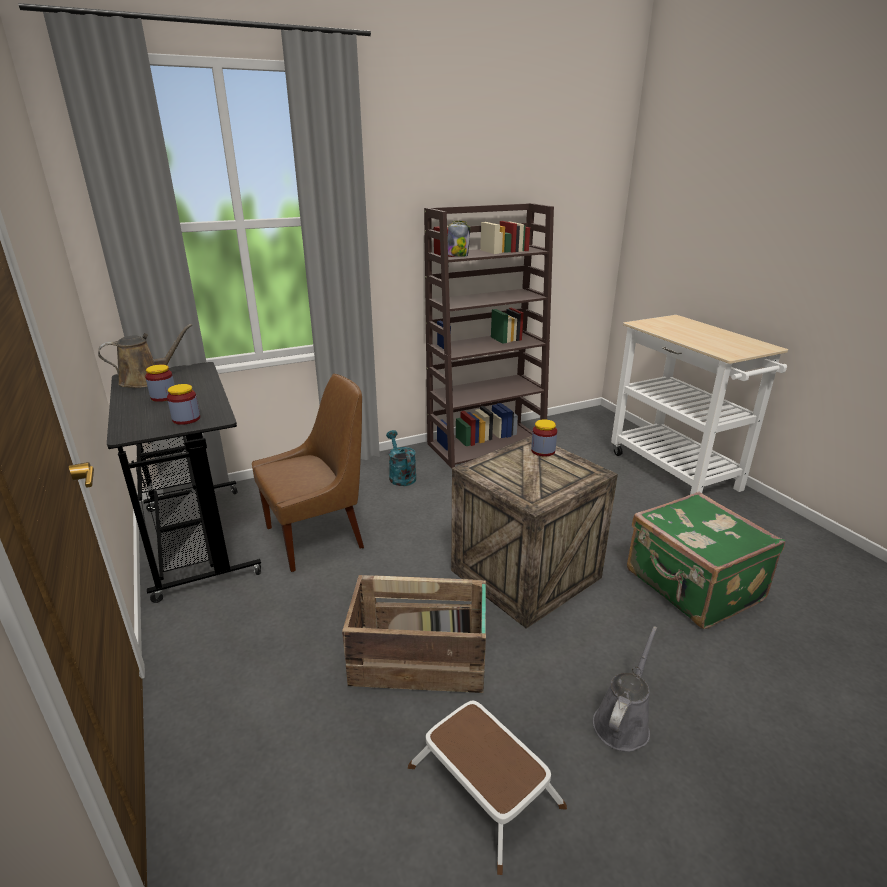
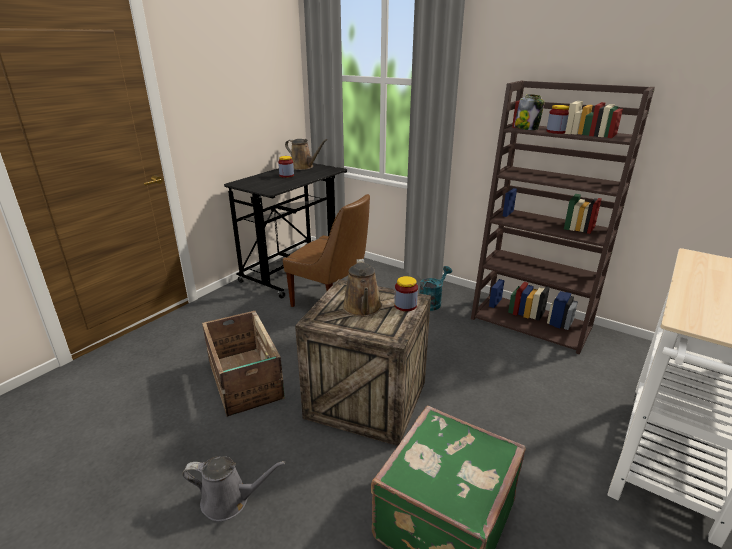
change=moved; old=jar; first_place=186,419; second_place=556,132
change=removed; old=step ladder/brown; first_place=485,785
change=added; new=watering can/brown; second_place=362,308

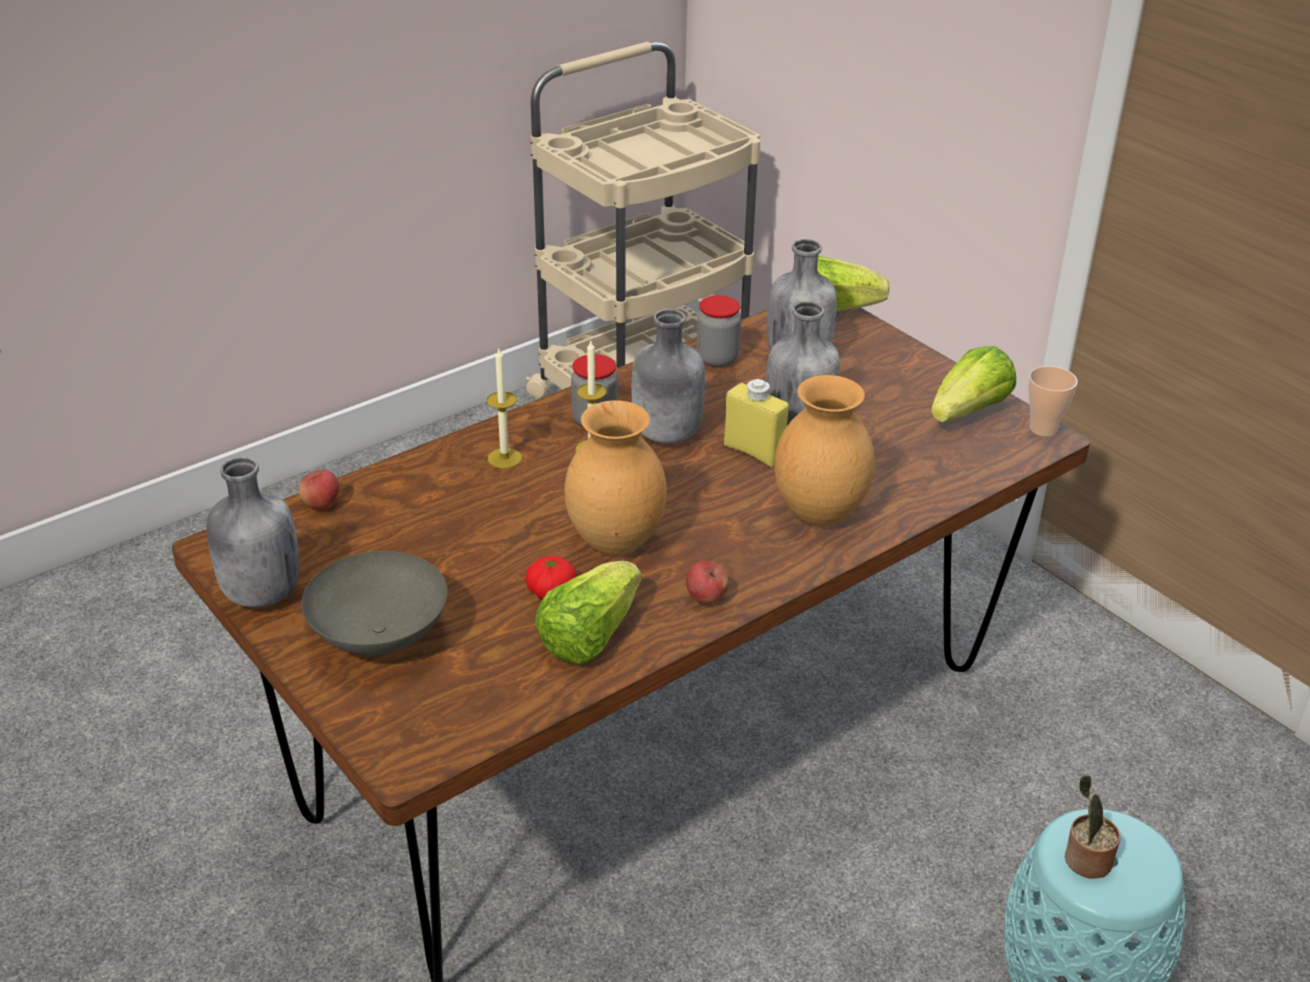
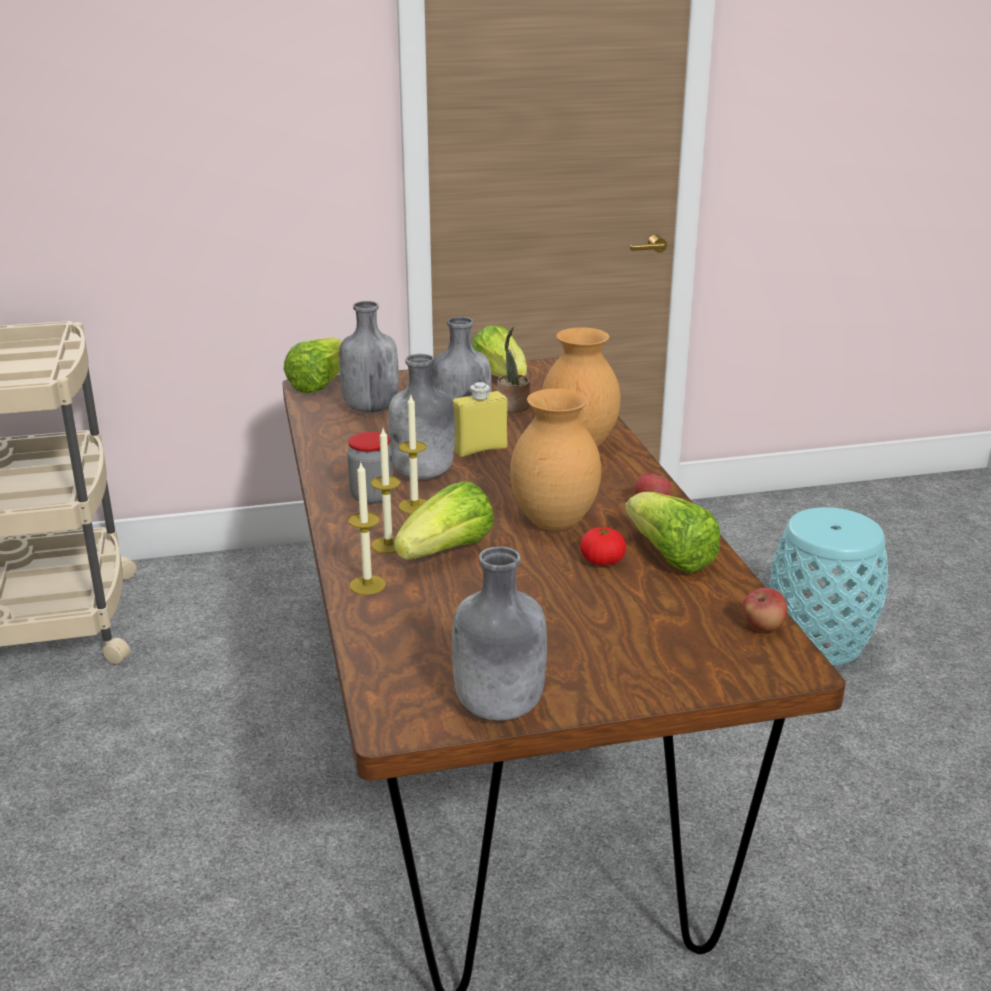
change=removed; old=jar; first_place=717,358
change=removed; old=cup; first_place=1043,429
change=moved; old=apple; first_place=321,504; second_place=763,627
change=removed; old=bowl/grey; first_place=378,637
change=moved; old=potted plant; first_place=1084,860; second_place=513,407
change=added; new=candle; second_place=367,585
change=added; new=lettuce; second_place=447,551

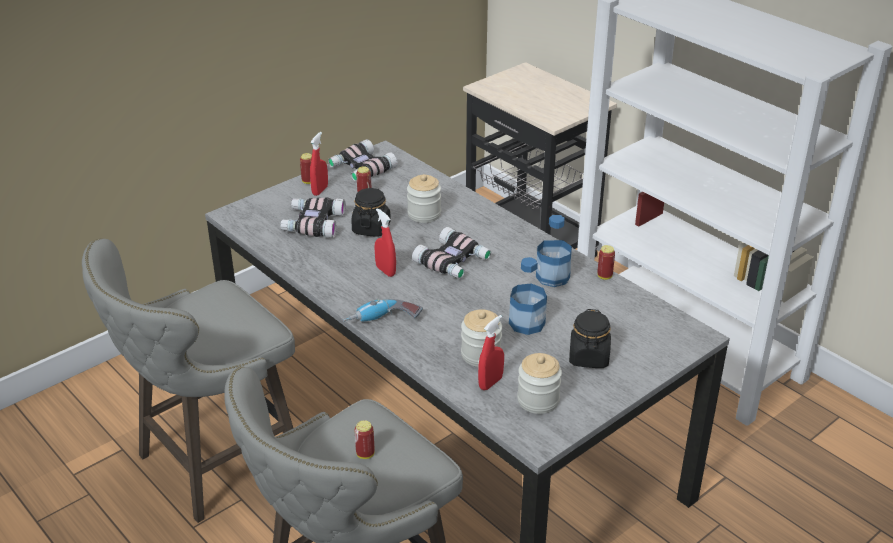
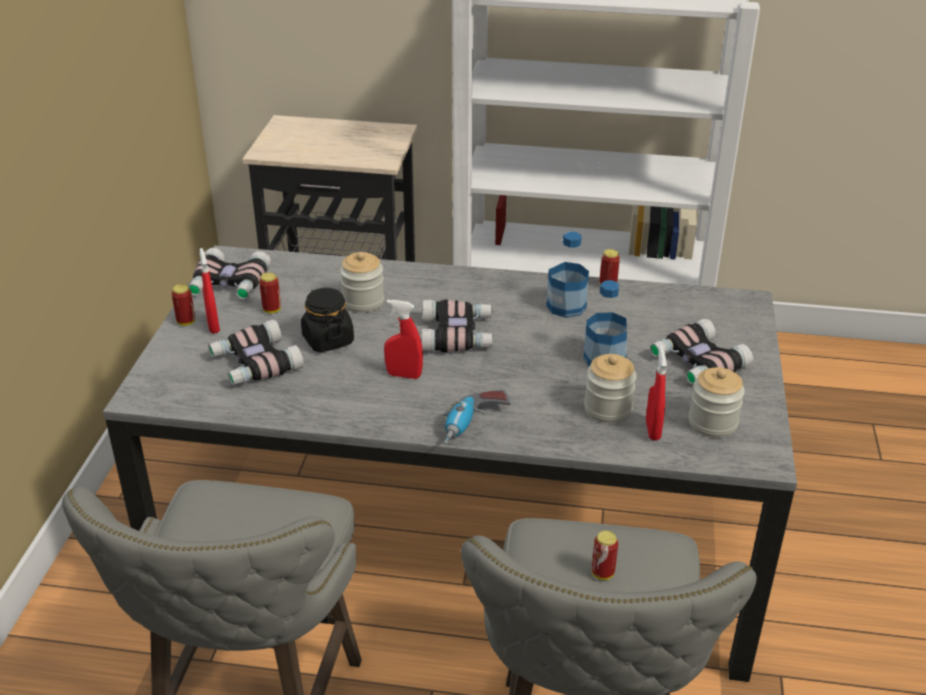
change=replaced; old=jar/black; new=binoculars; first_place=589,357; second_place=696,363

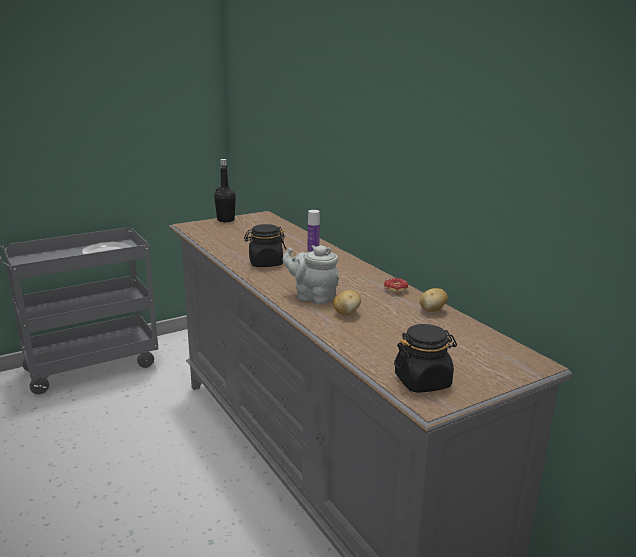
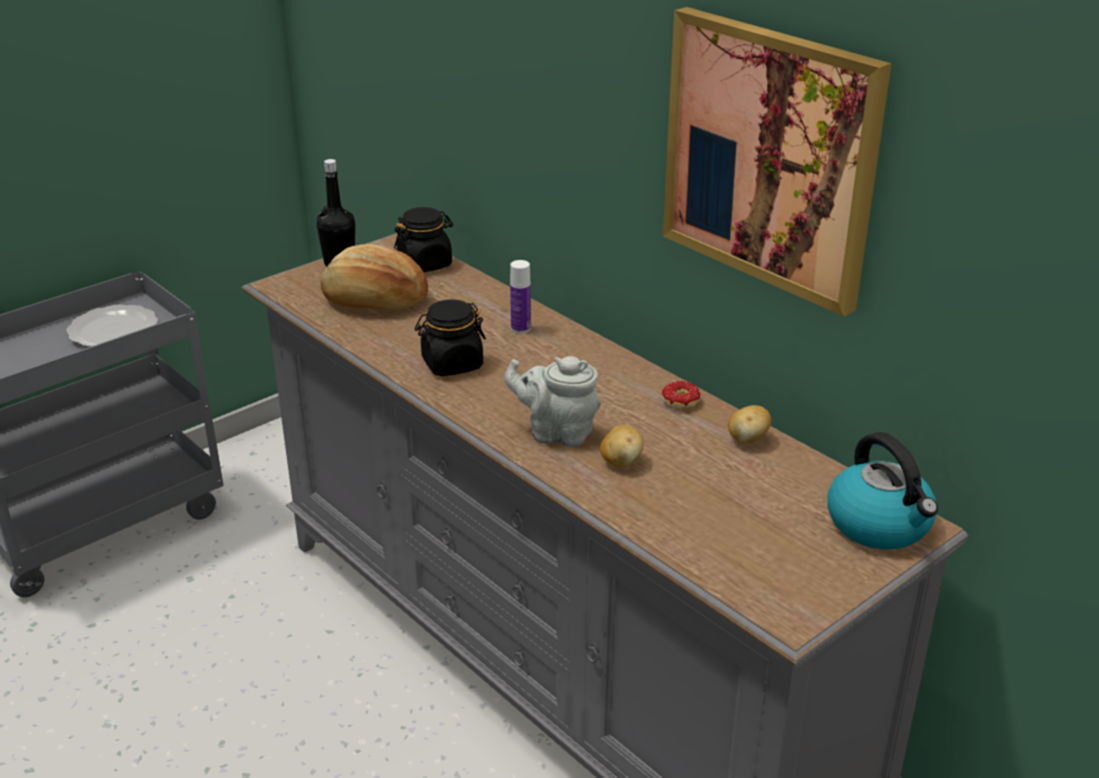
change=moved; old=jar/black; first_place=423,381; second_place=425,264
change=added; new=picture; second_place=770,157
change=added; new=bread; second_place=374,301
change=added; new=kettle; second_place=880,525

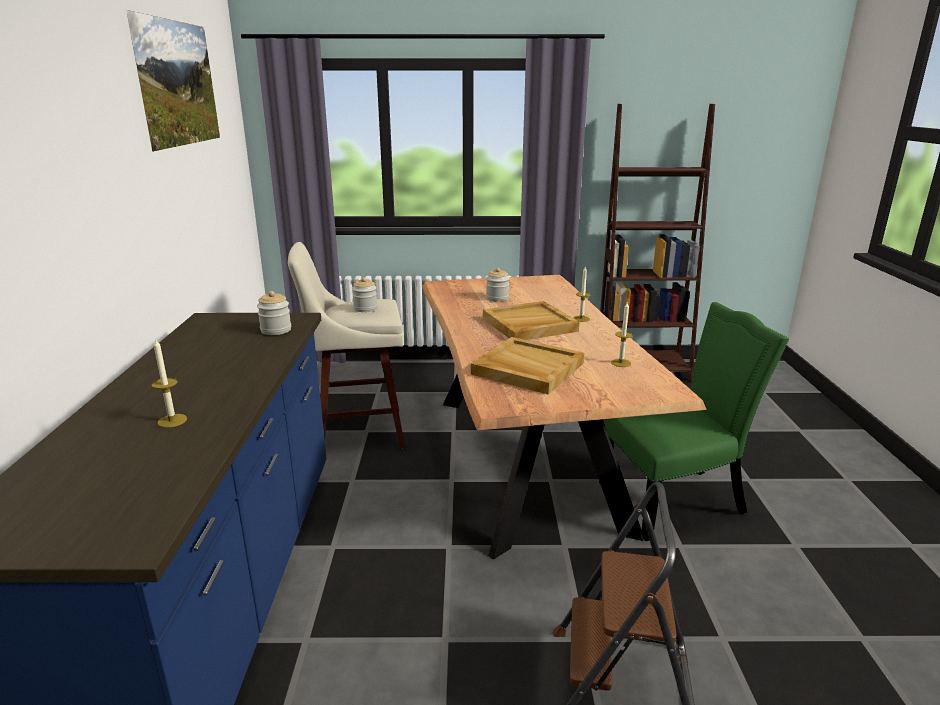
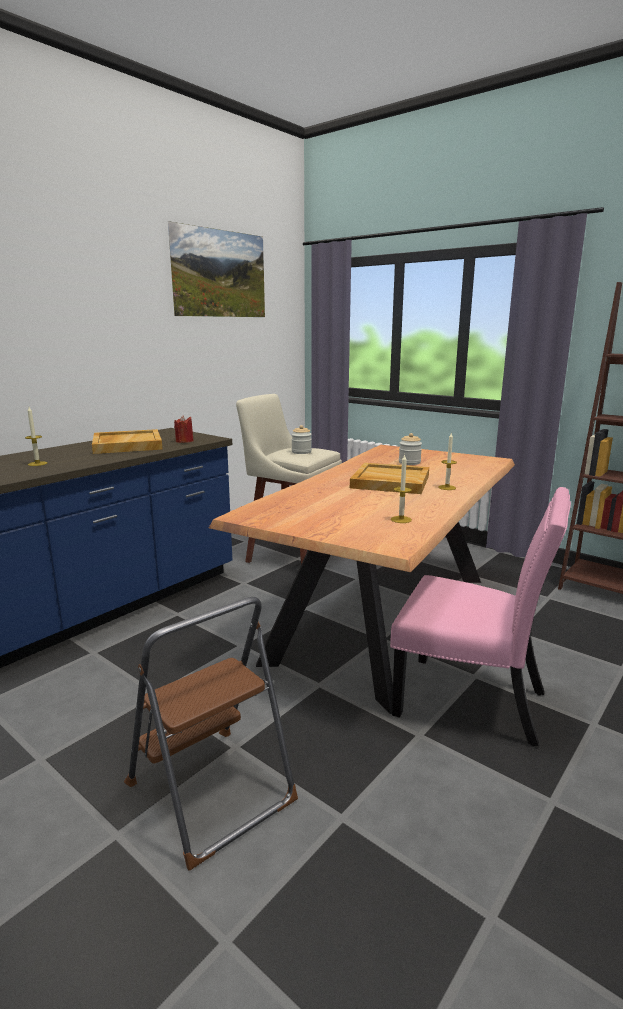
change=replaced; old=jar; new=candle/red; first_place=276,330; second_place=184,441
change=recoloured; old=chair/green; new=chair/pink; first_place=670,501; second_place=467,700
change=moved; old=tray/beige; first_place=527,368; second_place=127,445

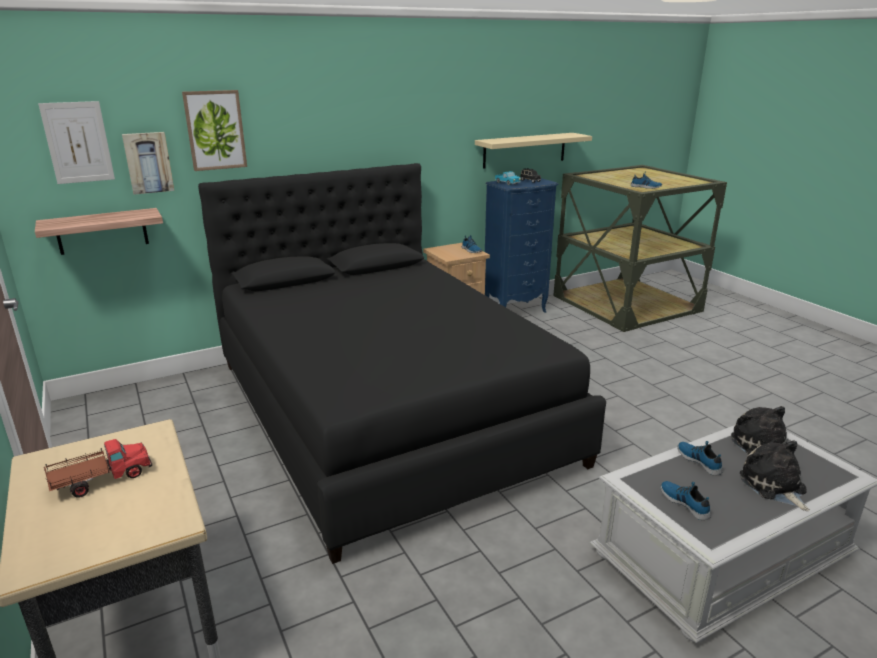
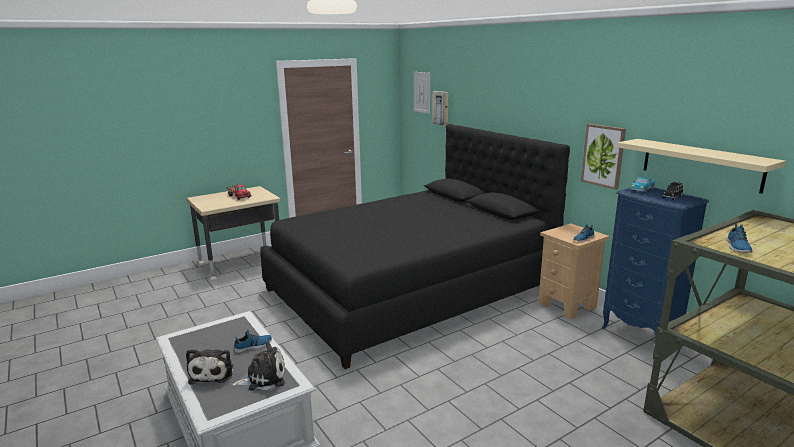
change=moved; old=picture; first_place=215,130; second_place=603,155
change=removed; old=shelf; first_place=102,231
change=turned; old=plush toy; first_place=774,486; second_place=213,373; degrees=105
change=removed; old=shoe; first_place=685,503

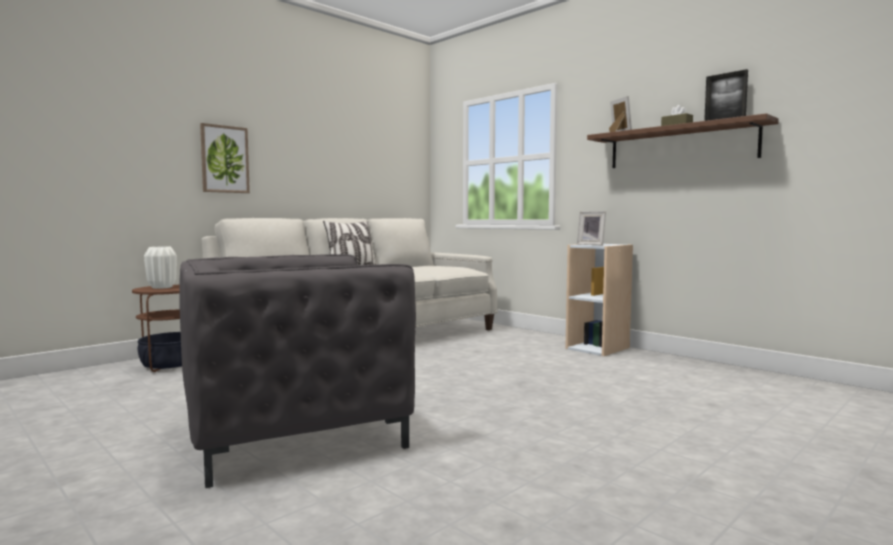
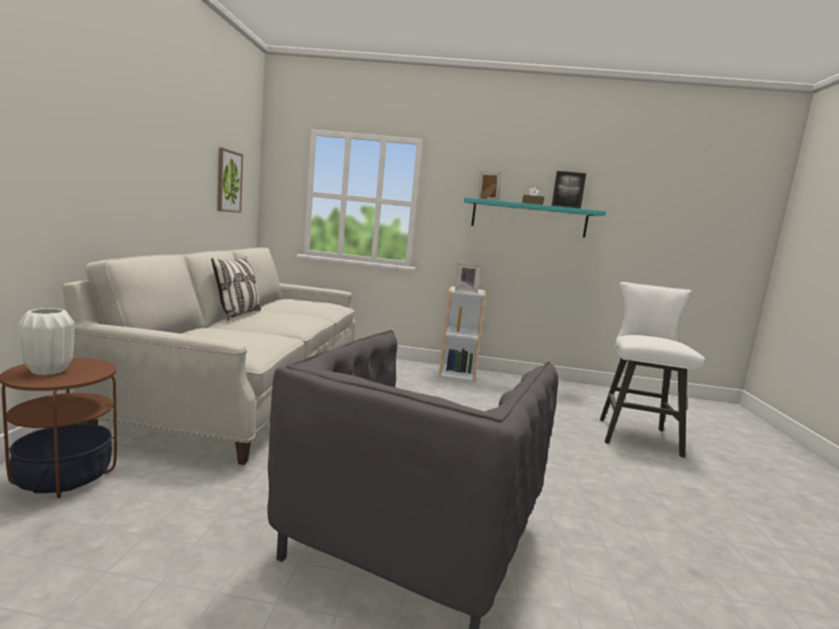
change=recoloured; old=shelf/brown; new=shelf/turquoise; first_place=680,146; second_place=529,218
change=moved; old=picture; first_place=224,159; second_place=228,181
change=added; new=stool/white; second_place=635,434

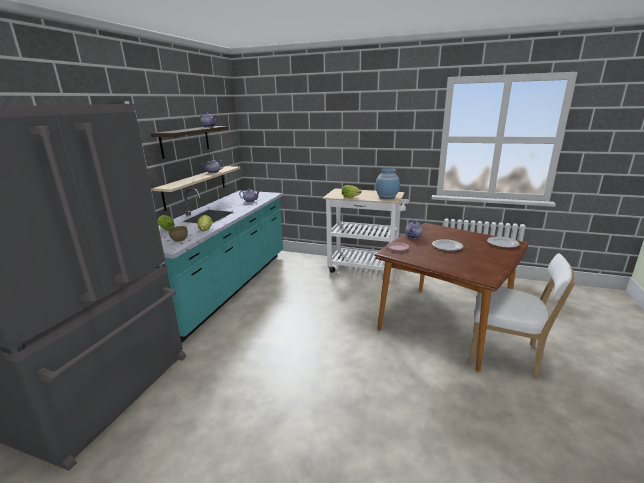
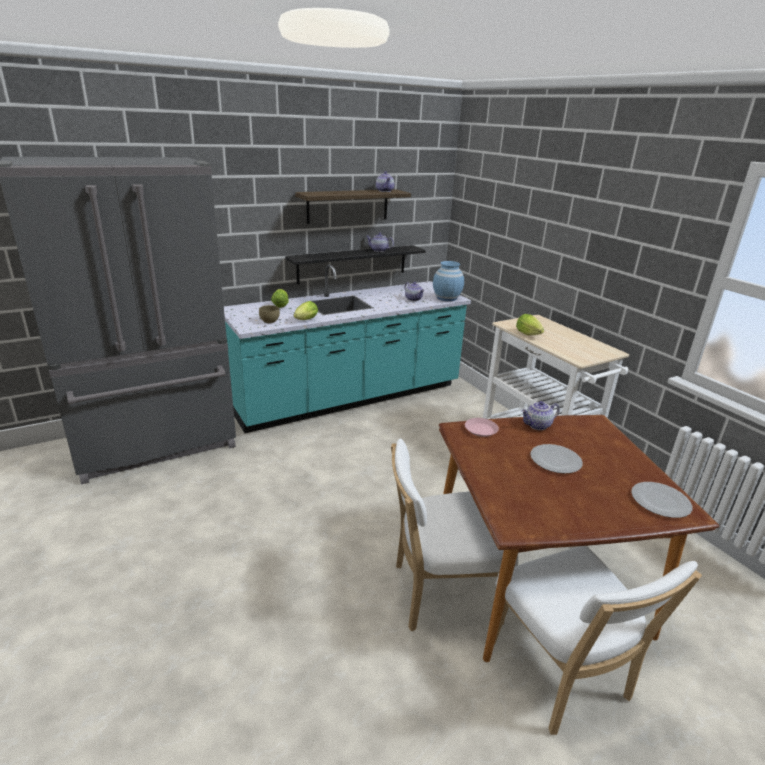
change=recoloured; old=shelf/beige; new=shelf/black; first_place=196,186; second_place=352,264
change=moved; old=vase/blue; first_place=387,197; second_place=447,298
change=added; new=chair/white; second_place=440,593

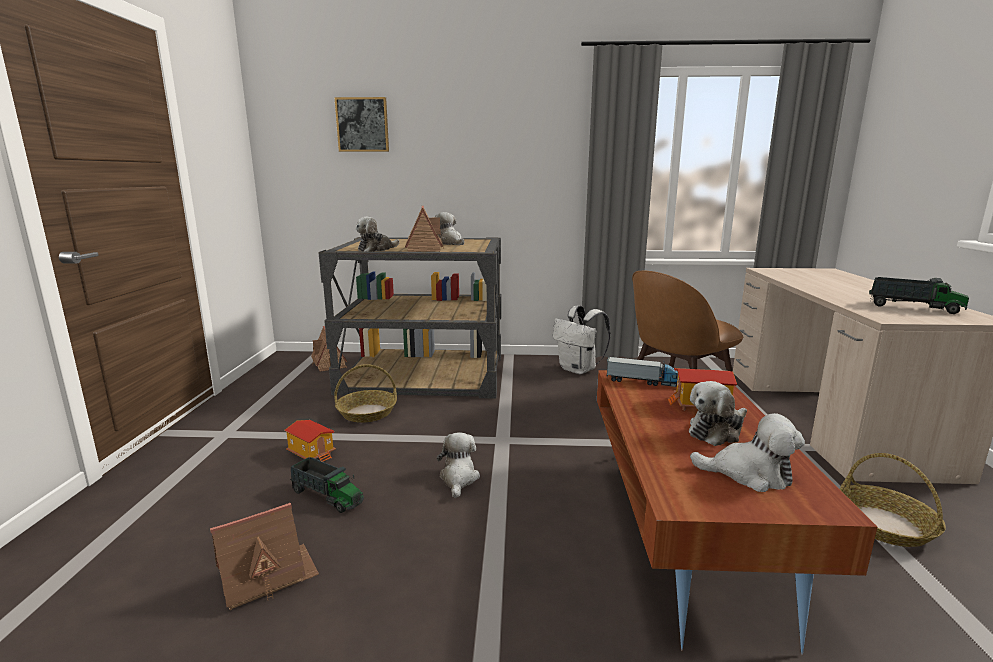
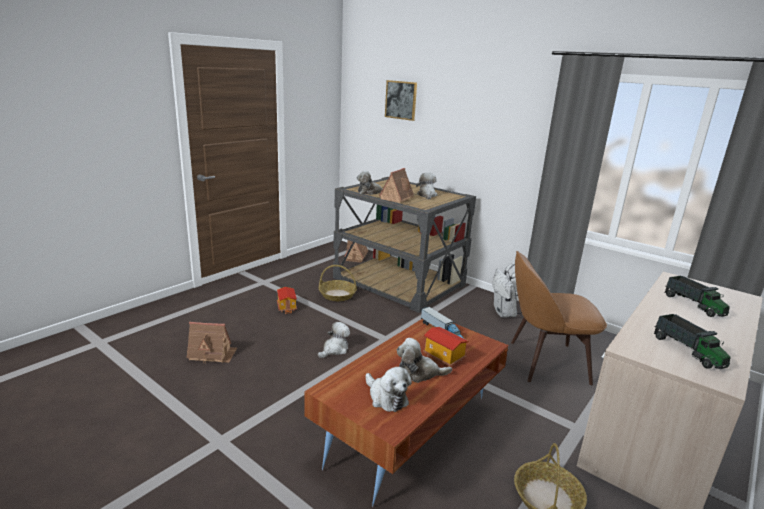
change=moved; old=toy truck; first_place=327,496; second_place=694,305

